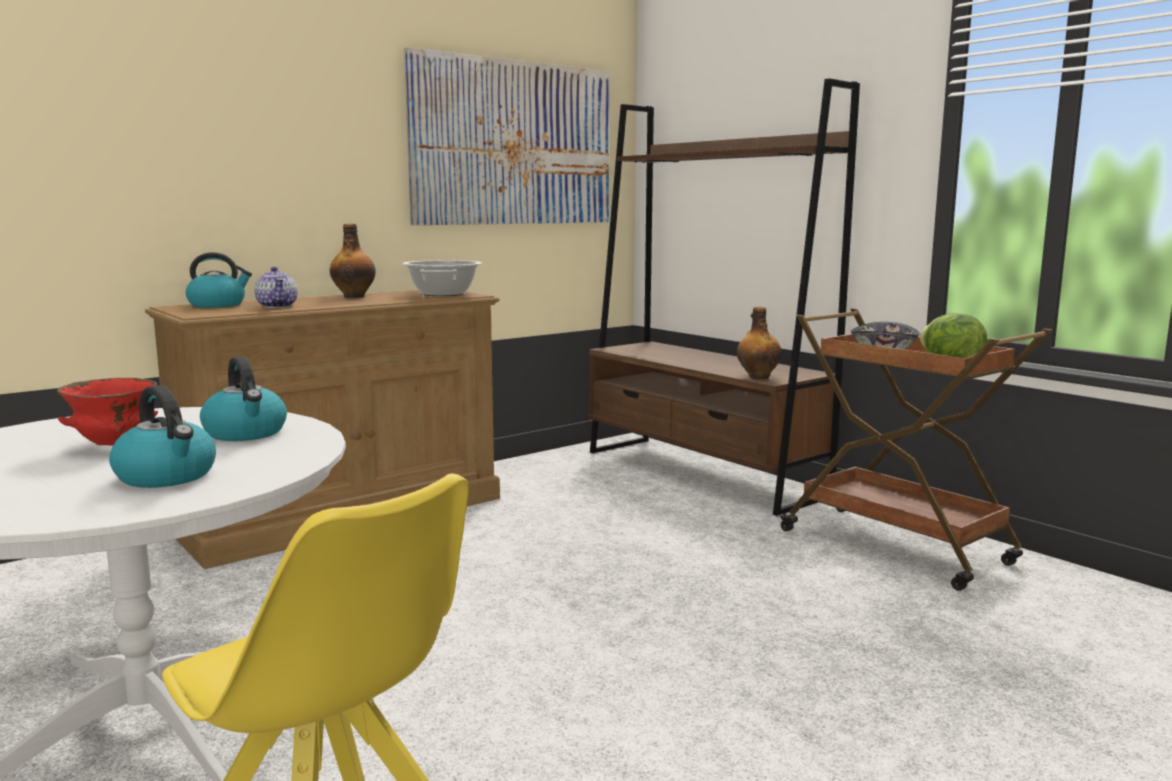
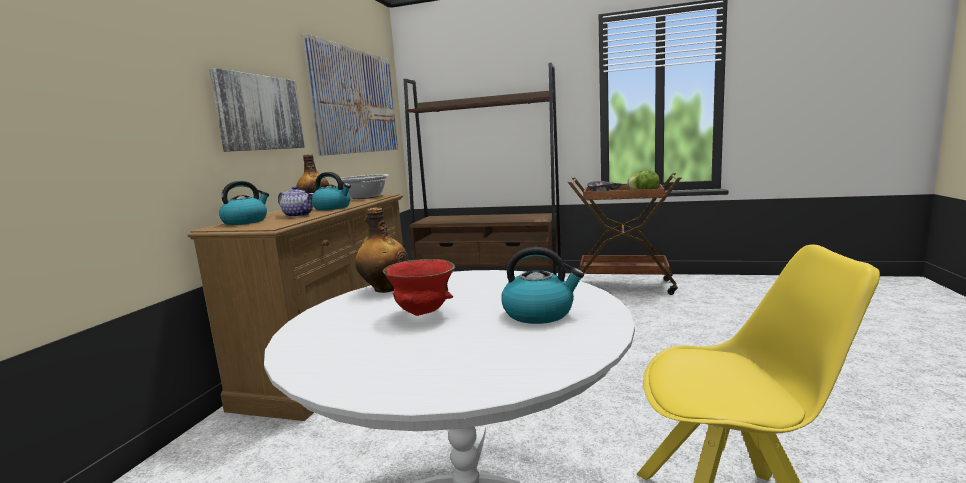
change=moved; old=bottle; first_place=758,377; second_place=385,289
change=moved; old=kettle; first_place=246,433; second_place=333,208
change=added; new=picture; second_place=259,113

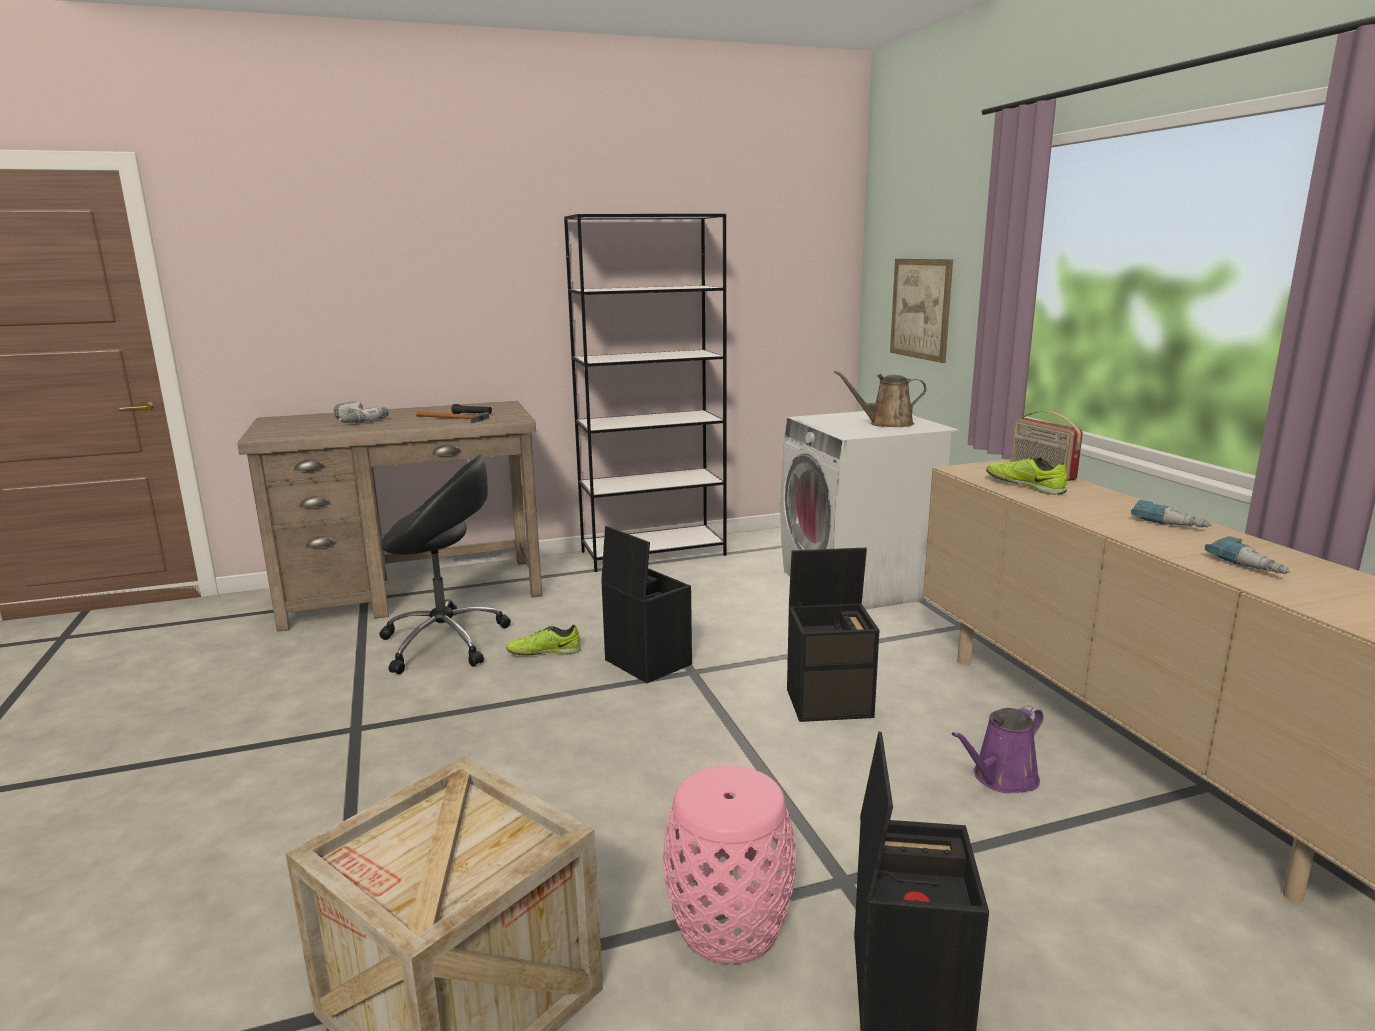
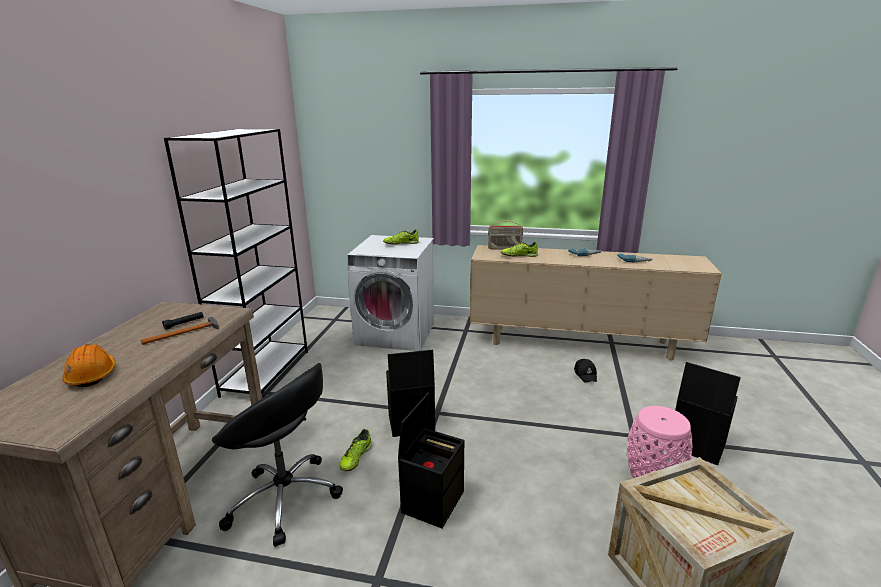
change=removed; old=picture; first_place=921,308
change=replaced; old=watering can/brown; new=shoe; first_place=886,424; second_place=401,244
change=replaced; old=power drill; new=hard hat/orange; first_place=352,421; second_place=92,375
change=turned; old=office chair/black; first_place=447,641; second_place=286,499; degrees=90
change=moved; old=storage box/black; first_place=830,702; second_place=432,500
change=replaced; old=watering can/purple; new=cap/black; first_place=1001,778; second_place=585,374

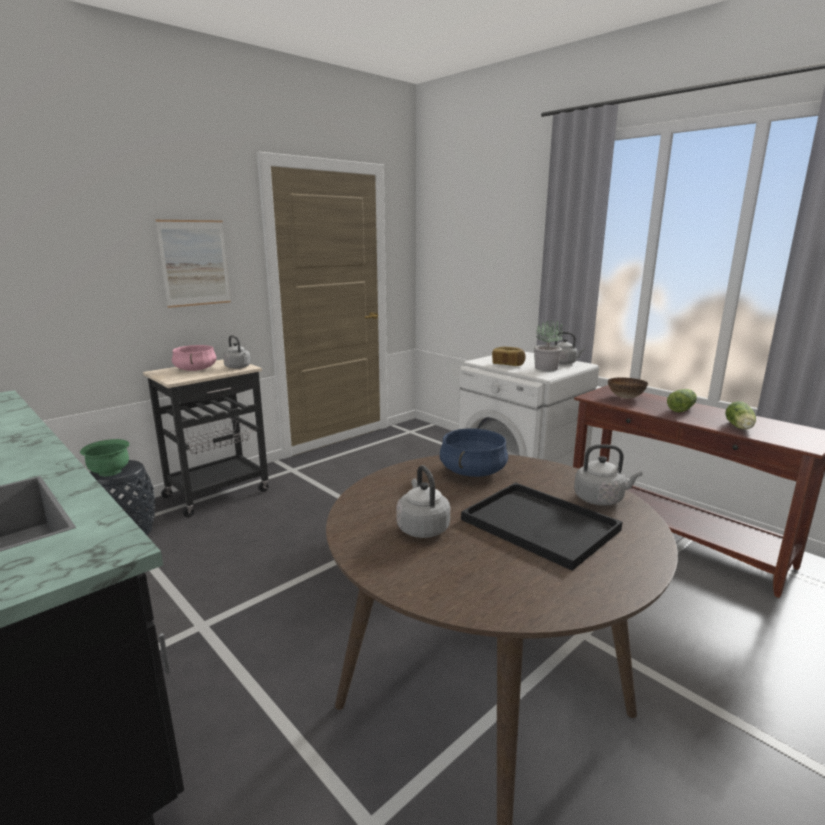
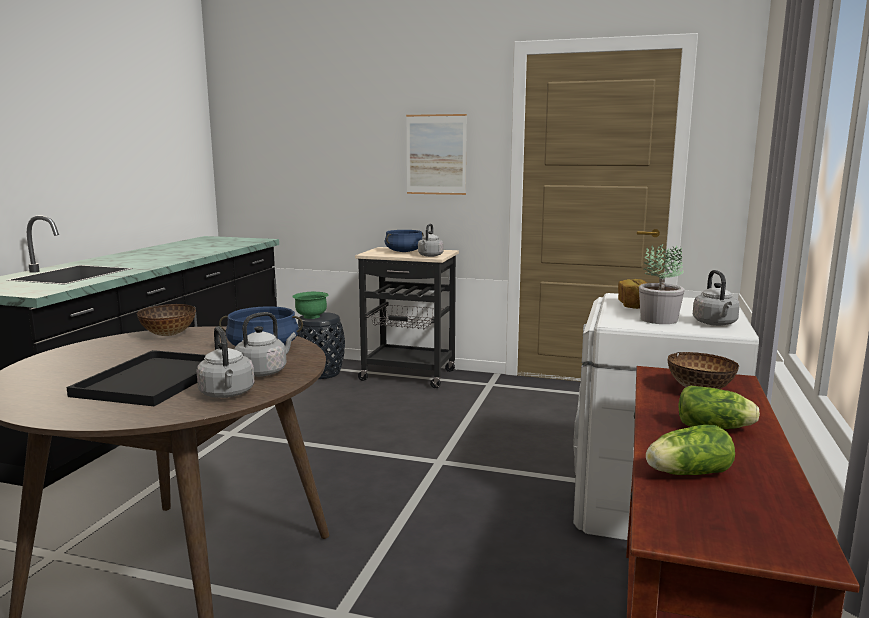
change=recoloured; old=cooking pot/pink; new=cooking pot/blue; first_place=196,369; second_place=404,251
change=moved; old=kettle/grey; first_place=422,527; second_place=264,372
change=added; new=bowl; second_place=168,335

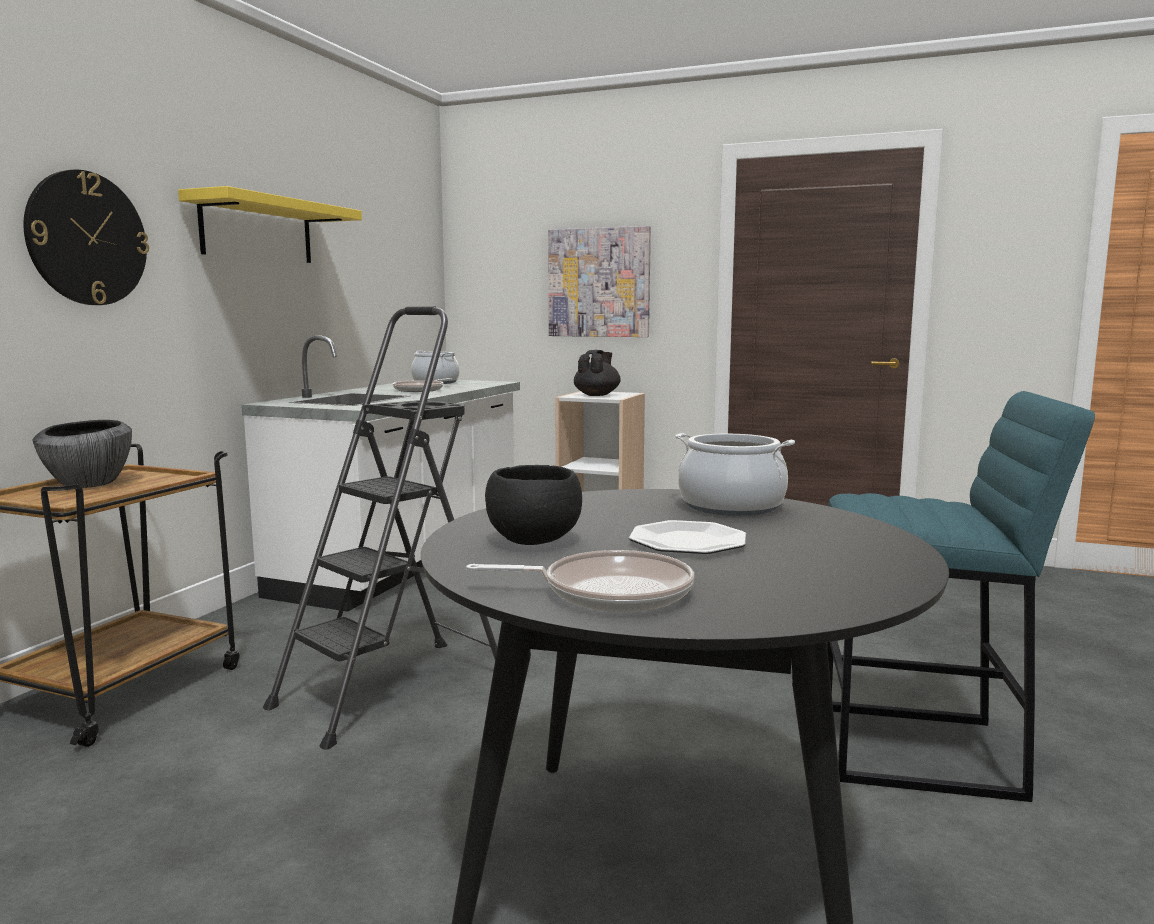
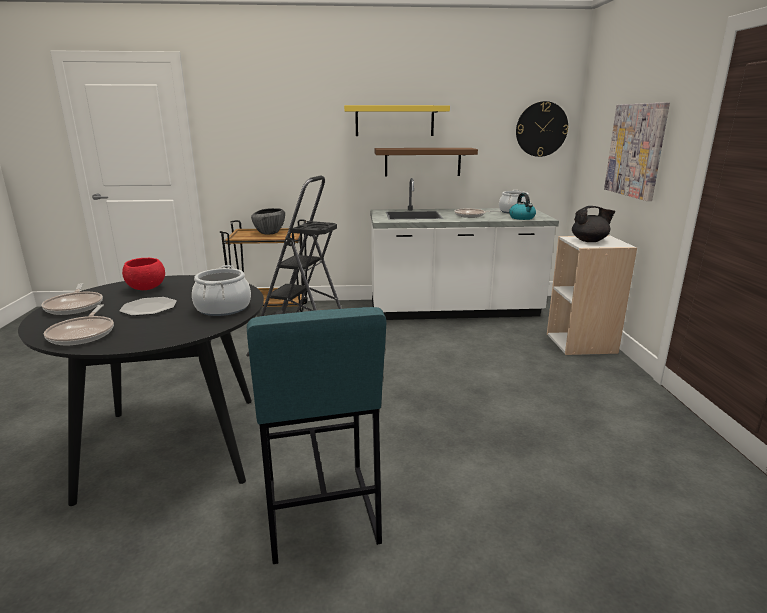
change=moved; old=wall clock; first_place=87,238; second_place=541,129
change=recoloured; old=bowl/black; new=bowl/red; first_place=534,542; second_place=146,289
change=added; new=shelf/brown; second_place=422,162
change=added; new=kettle; second_place=522,218
change=added; new=frying pan; second_place=83,334

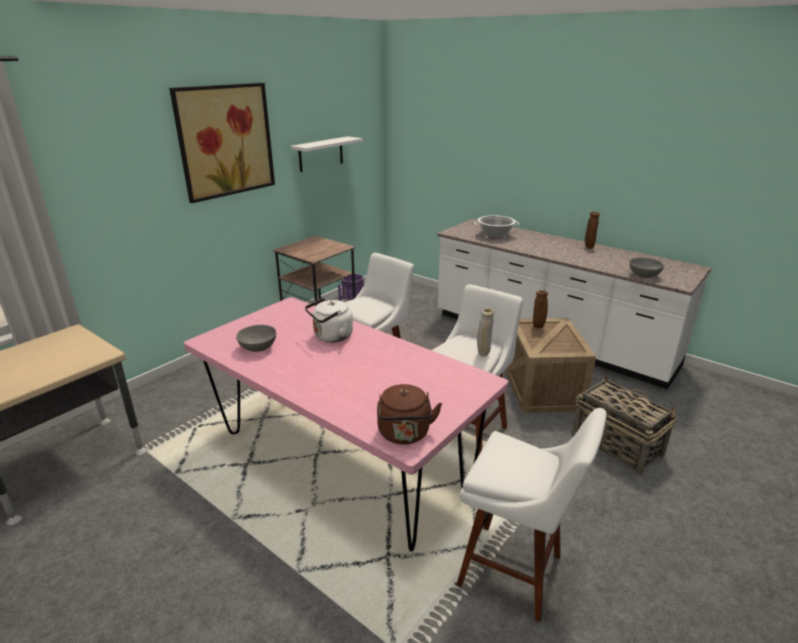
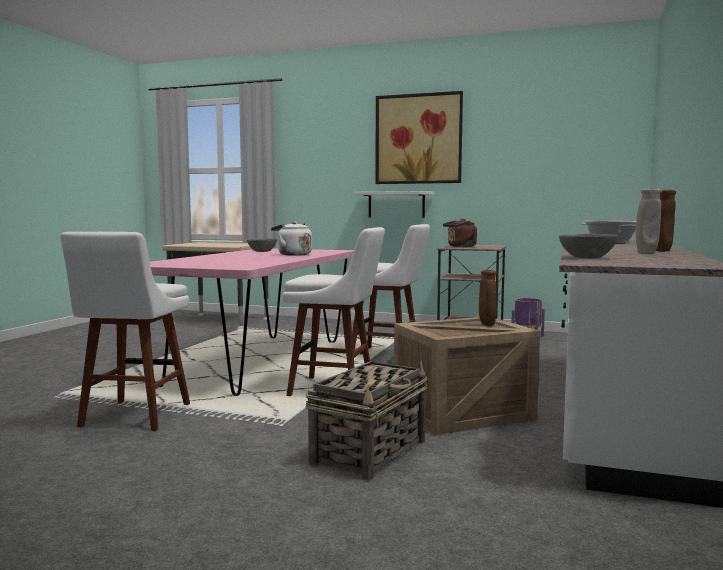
change=moved; old=shelf/white; first_place=321,154; second_place=396,204
change=moved; old=vase/beige; first_place=483,354; second_place=646,253
change=moved; old=kettle/brown; first_place=404,434; second_place=460,246

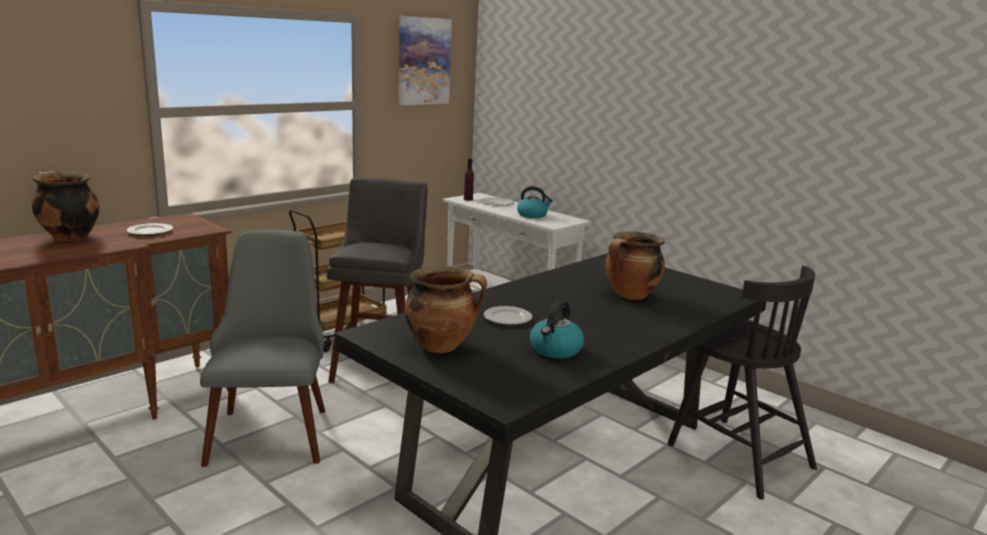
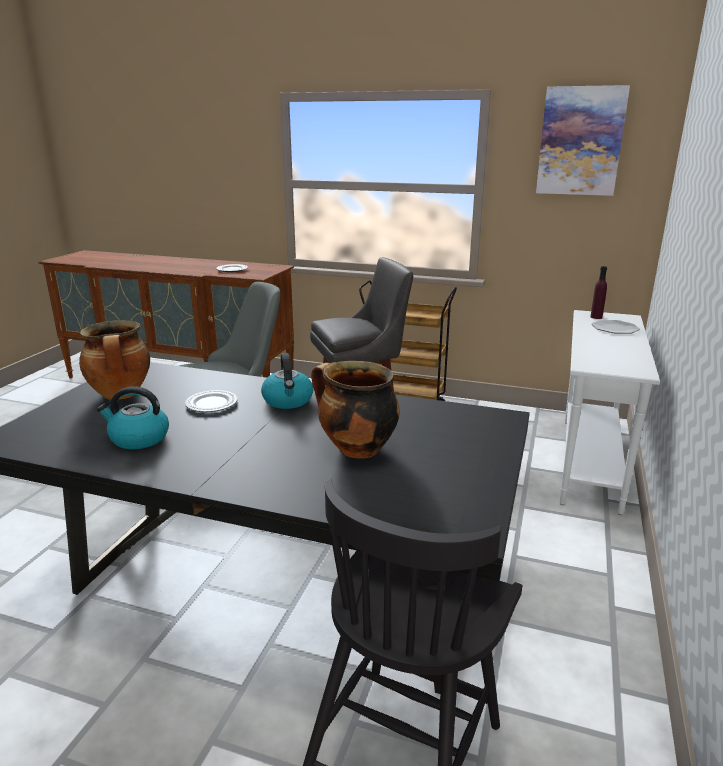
change=removed; old=cooking pot; first_place=68,237
change=moved; old=kettle; first_place=532,215; second_place=288,401

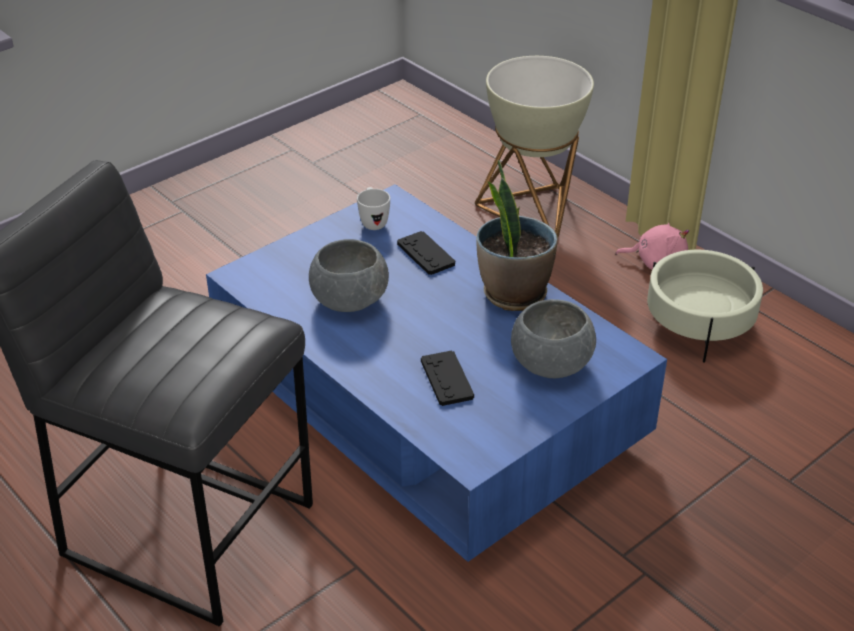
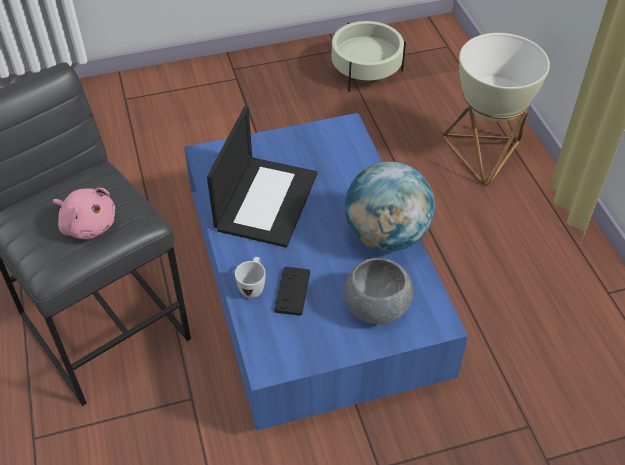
change=replaced; old=potted plant; new=globe; first_place=513,293; second_place=386,235
change=moved; old=mug/white; first_place=373,221; second_place=253,286
change=moved; old=plush toy/pink; first_place=656,261; second_place=88,224
change=removed; old=game controller/black; first_place=426,254
change=replaced; old=bowl/grey; new=laptop; first_place=349,299; second_place=266,200
change=moved; old=planter/beige; first_place=699,325; second_place=366,71

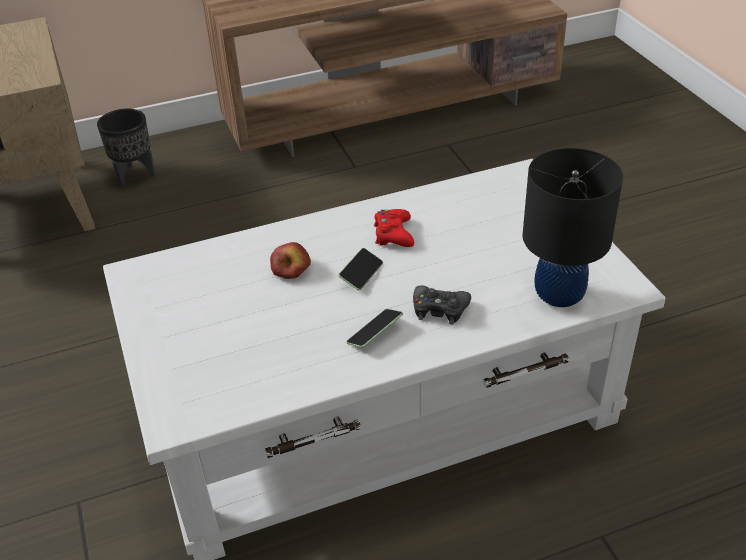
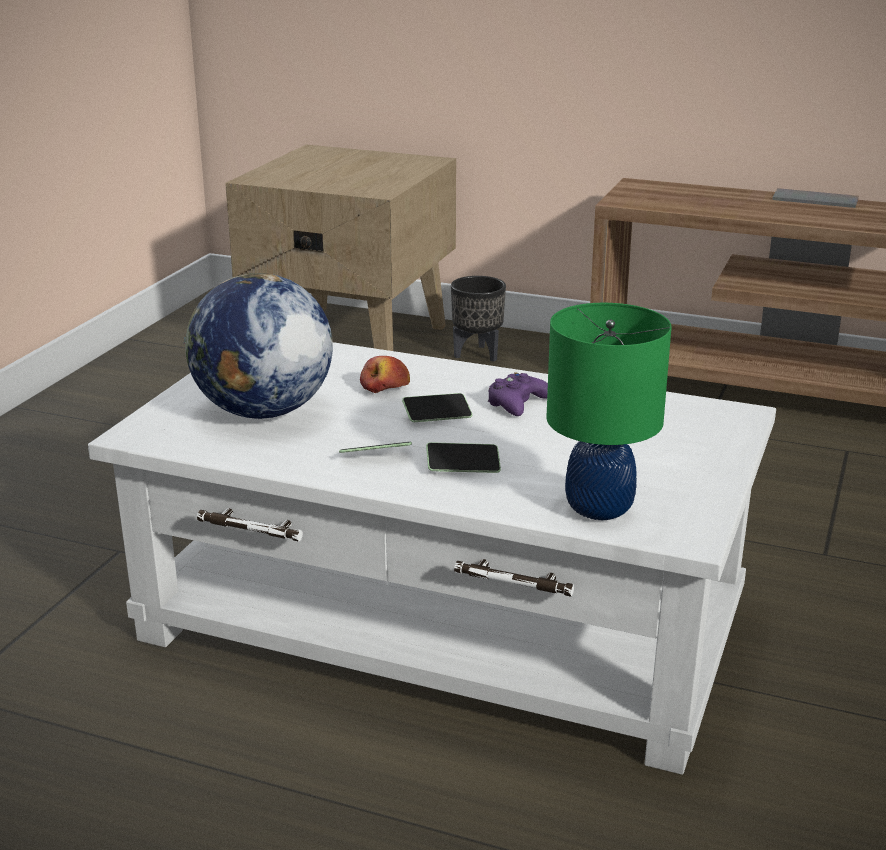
change=recoloured; old=table lamp/black; new=table lamp/green; first_place=557,297; second_place=595,510
change=recoloured; old=game controller/red; new=game controller/purple; first_place=393,234; second_place=518,403
change=replaced; old=game controller/black; new=phone; first_place=439,309; second_place=463,467
change=added; new=globe; second_place=262,412

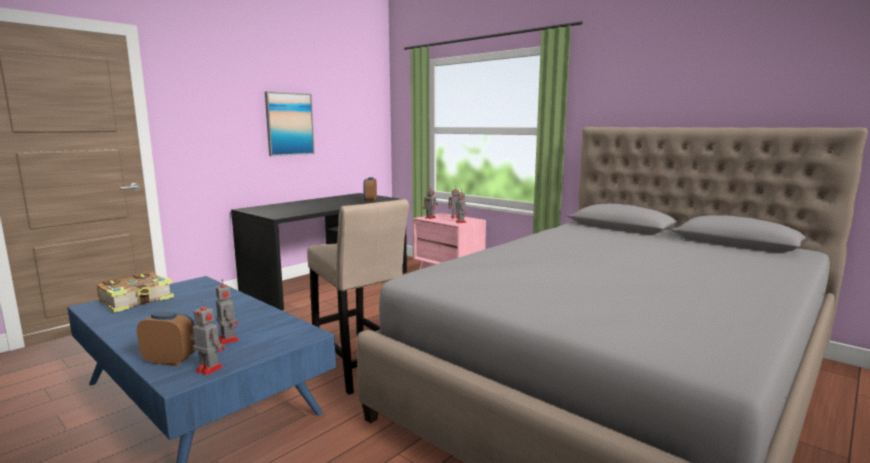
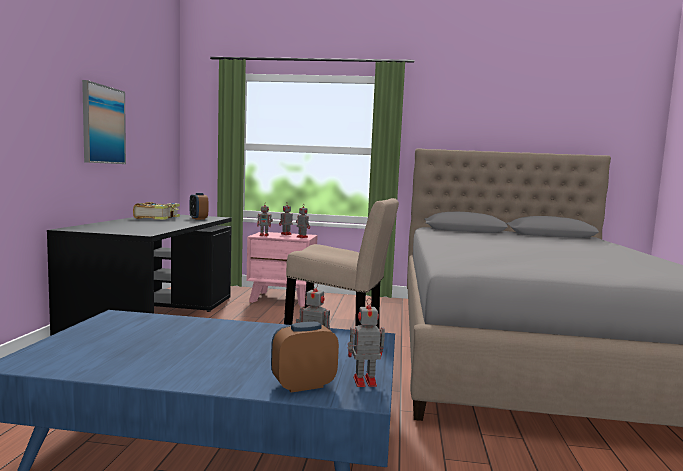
change=moved; old=book; first_place=137,300; second_place=158,218

